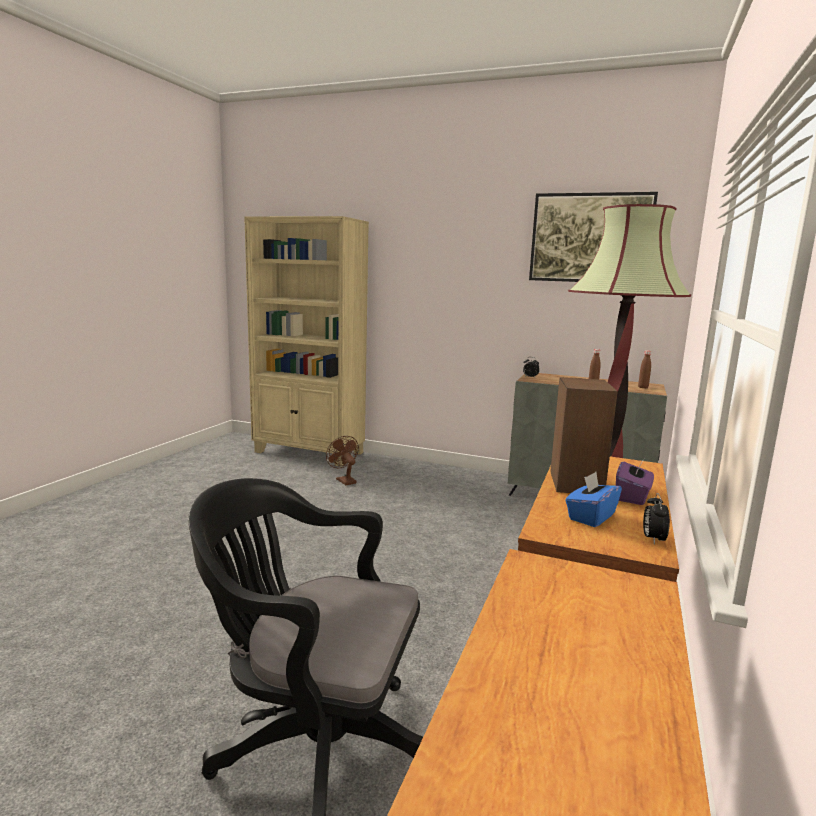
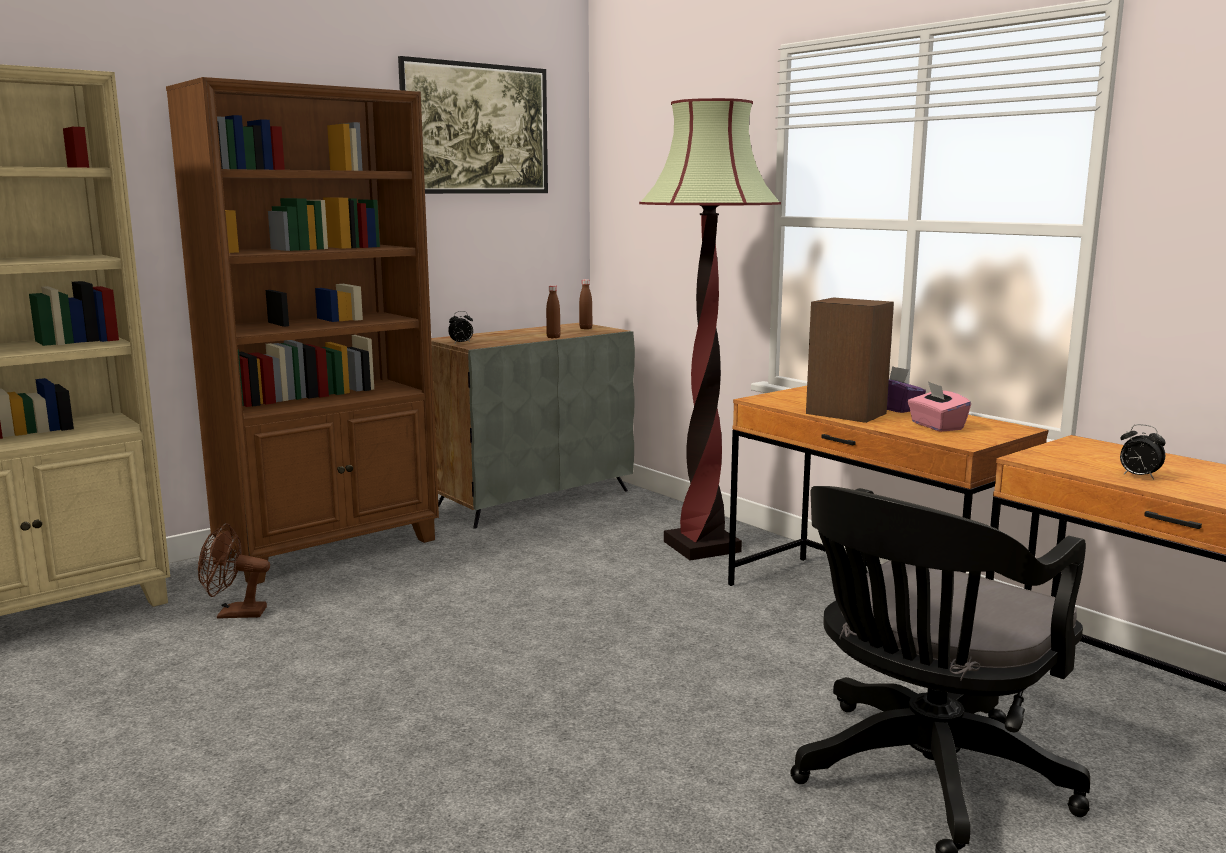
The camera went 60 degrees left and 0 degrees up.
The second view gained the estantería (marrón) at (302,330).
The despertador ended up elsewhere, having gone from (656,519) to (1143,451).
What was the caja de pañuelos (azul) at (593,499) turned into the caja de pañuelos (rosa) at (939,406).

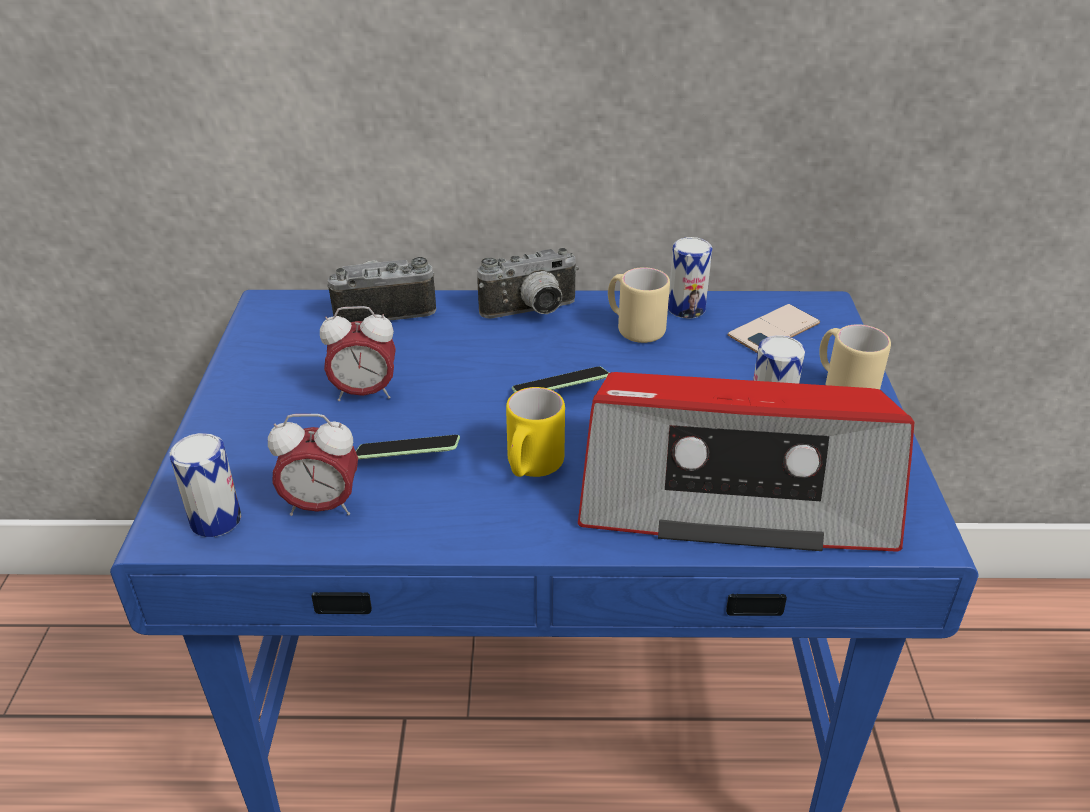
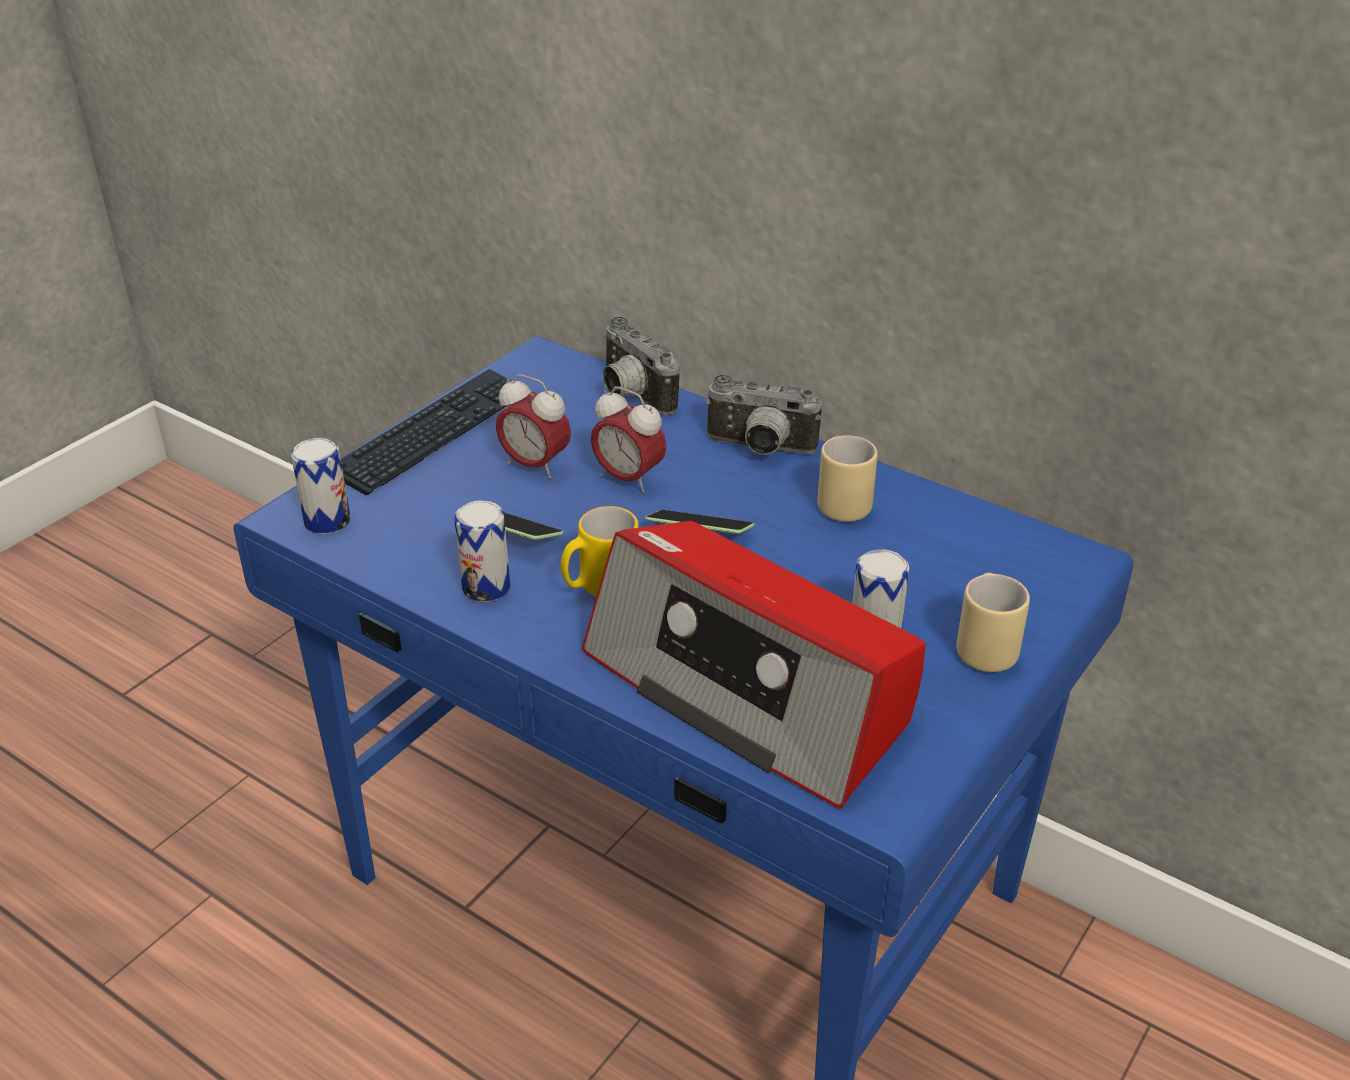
The camera went 35 degrees right and 0 degrees up.
The second view lost the móvil at (774,328).
The second view gained the teclado at (426,432).
The despertador ended up elsewhere, having gone from (313,465) to (629,440).
The lata ended up elsewhere, having gone from (690,278) to (482,551).
The cámara at (381,289) ended up facing another way, 150 degrees counterclockwise from before.

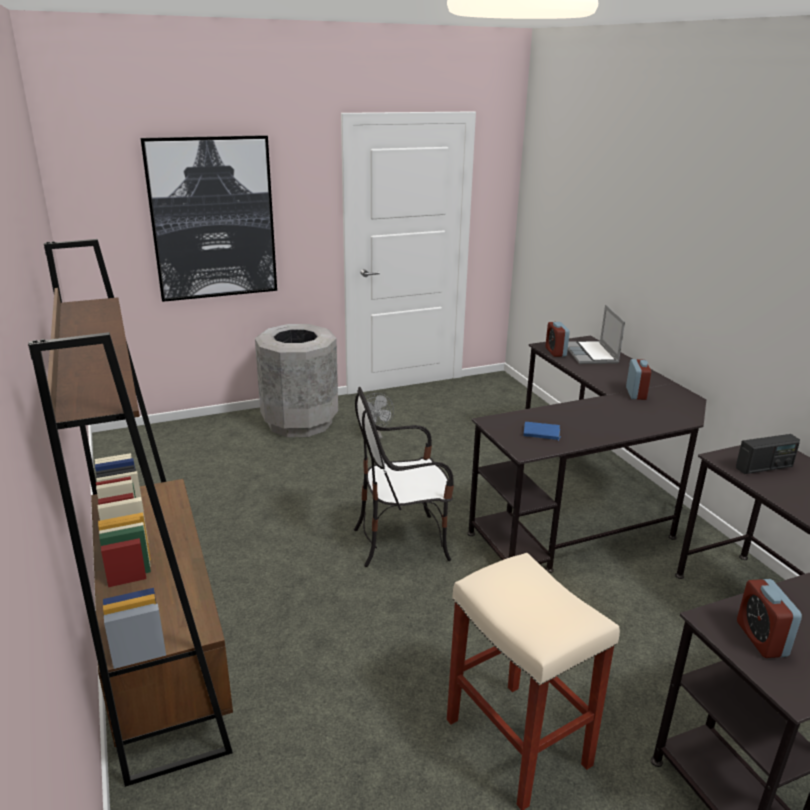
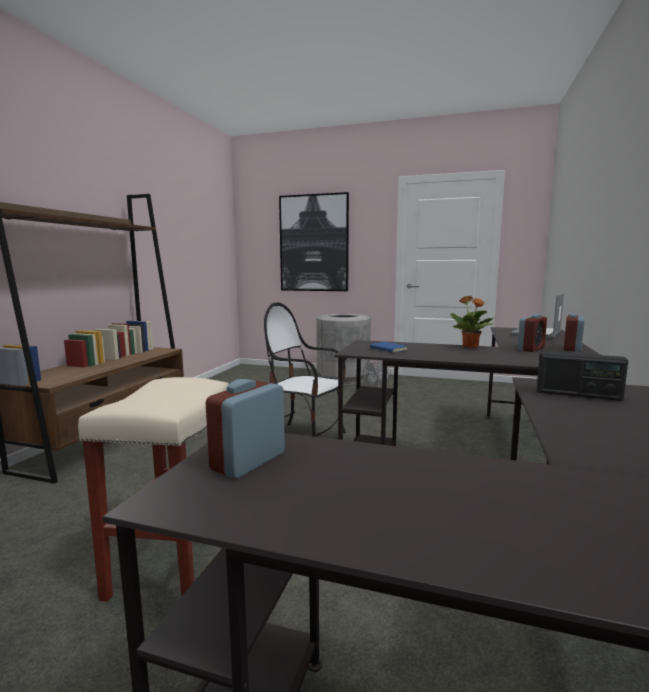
The camera went 40 degrees right and 15 degrees down.
The second view gained the planta en maceta at (473,322).
The despertador ended up elsewhere, having gone from (557,339) to (574,332).

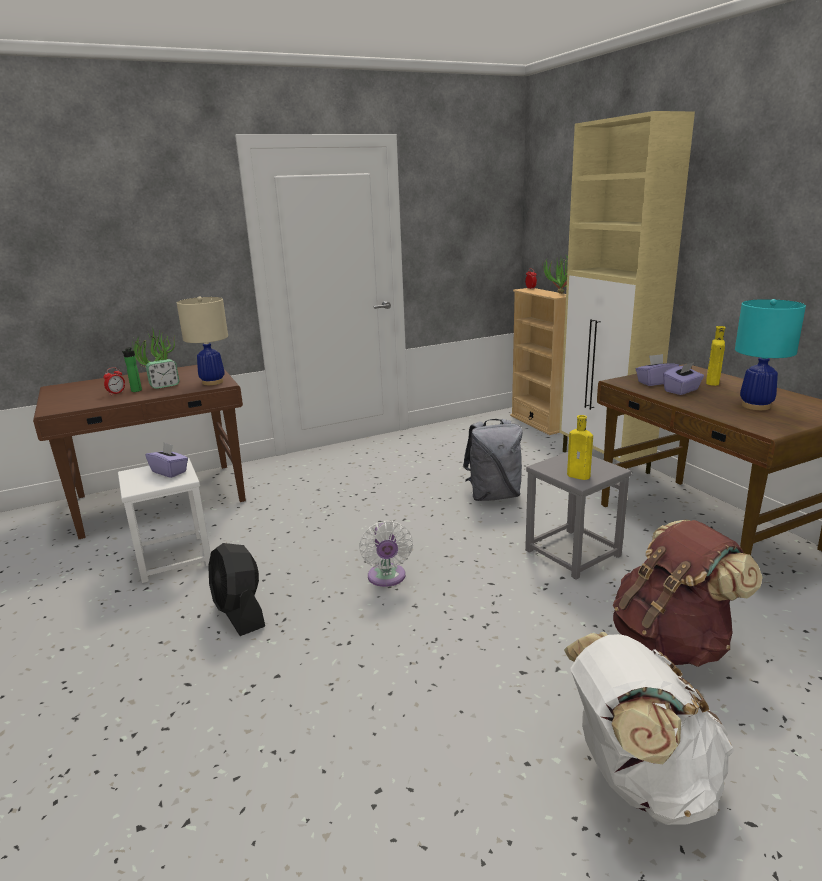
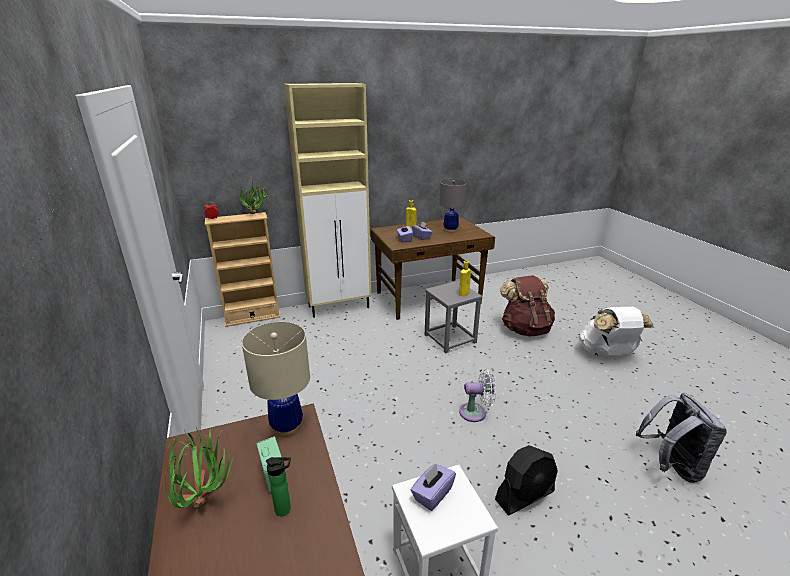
The camera went 85 degrees left and 5 degrees up.
The second view lost the despertador at (114,381).
The mochila (gris) ended up elsewhere, having gone from (492,460) to (681,438).
What was the lámpara de mesa (turquesa) at (770,354) turned into the lámpara de mesa (gris) at (453,205).

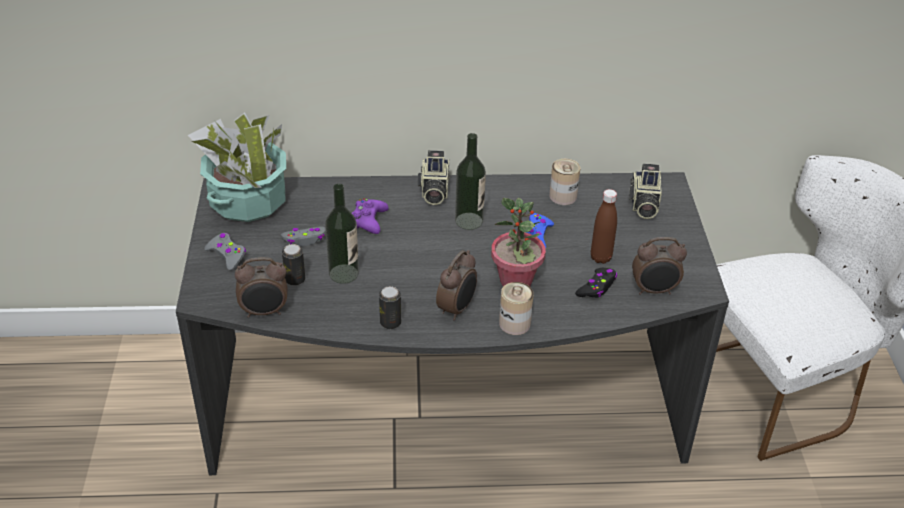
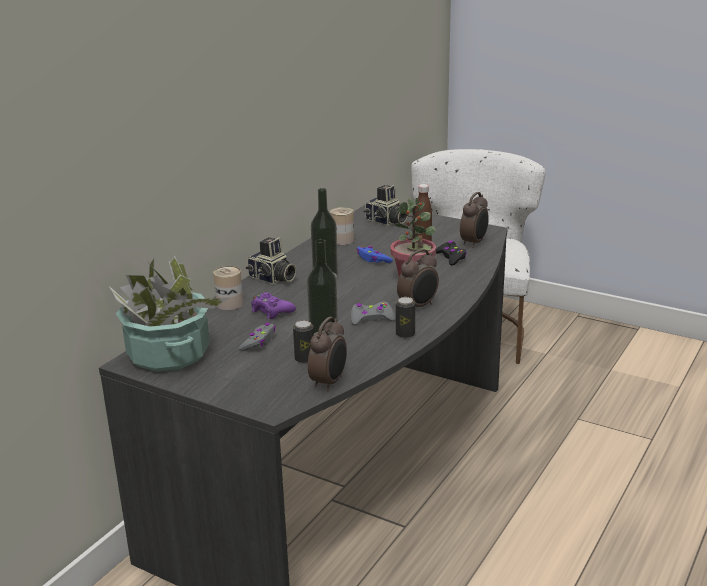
The camera went 55 degrees left and 15 degrees down.
The mando de consola (gris) ended up elsewhere, having gone from (225,252) to (373,313).
The lata ended up elsewhere, having gone from (516,308) to (228,288).
The despertador at (456,285) ended up facing another way, 75 degrees clockwise from before.

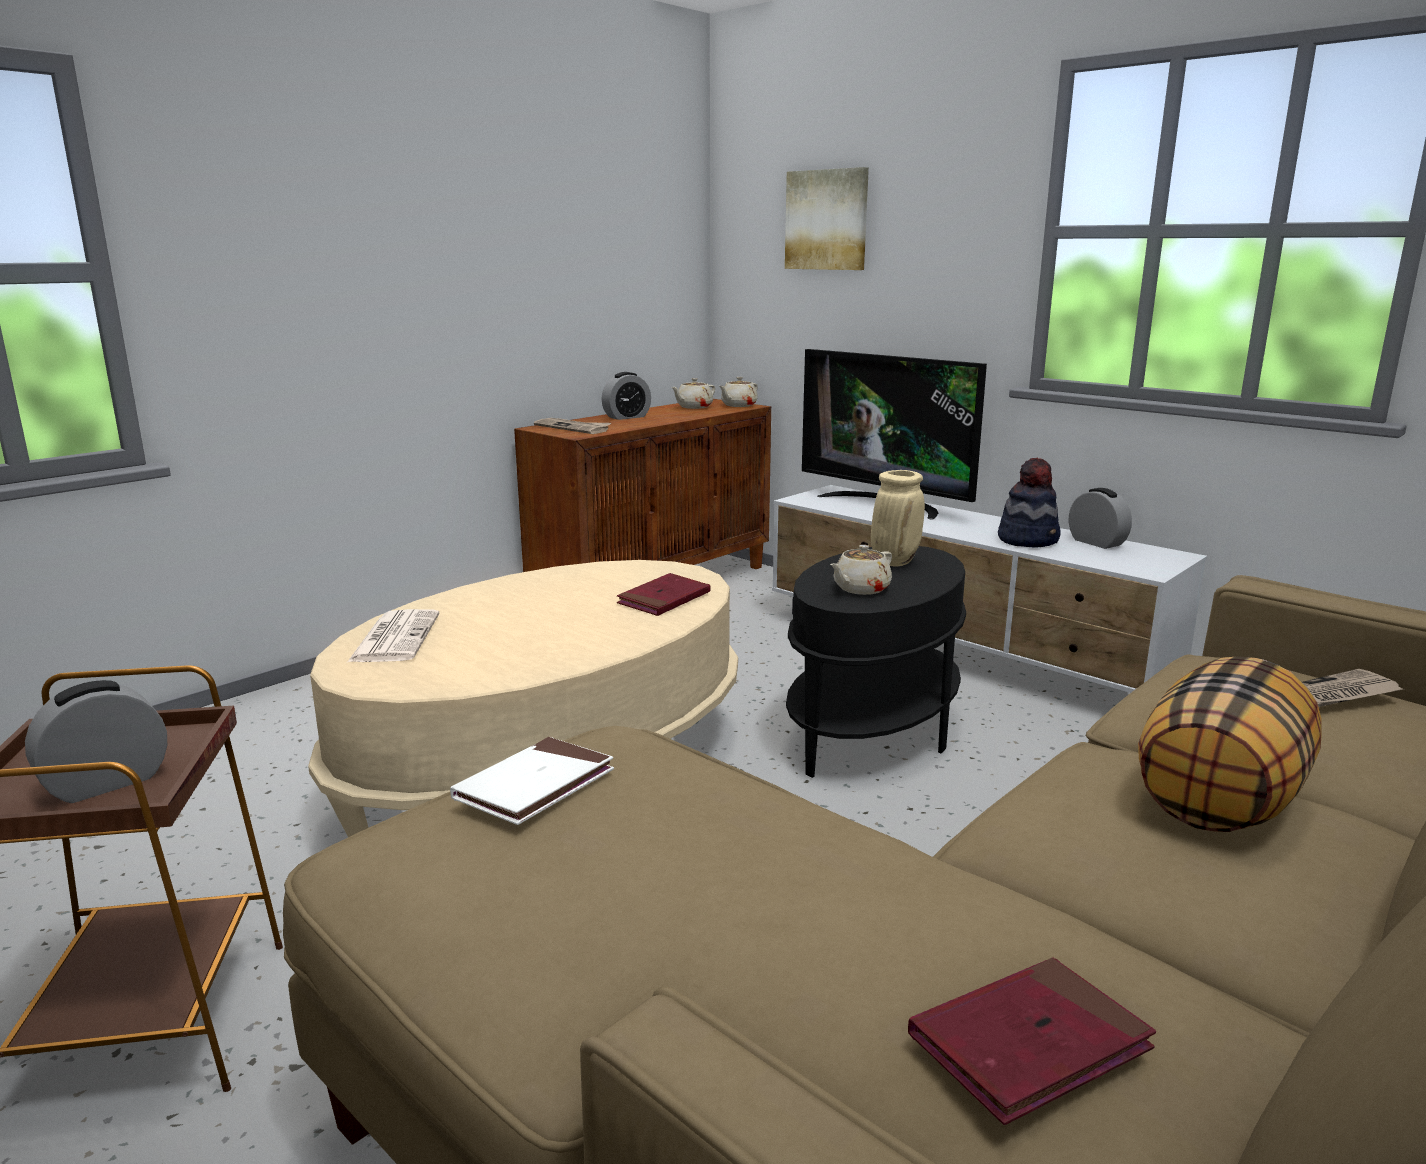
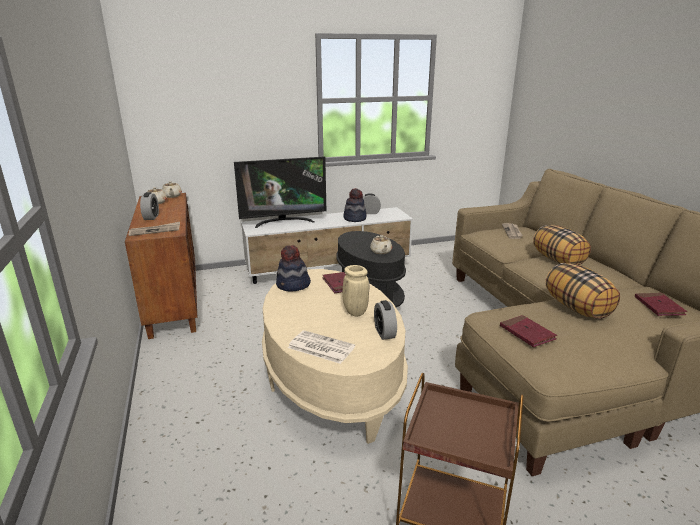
The camera went 60 degrees left and 5 degrees up.
The second view lost the cuadro at (827,218).
The second view gained the sombrero at (293,268).
The second view gained the cojín at (582,291).
The despertador ended up elsewhere, having gone from (96,741) to (385,320).
The florero (beis) ended up elsewhere, having gone from (898,518) to (355,290).
What was the libro (blanco) at (532,781) turned into the libro (rojo) at (528,331).

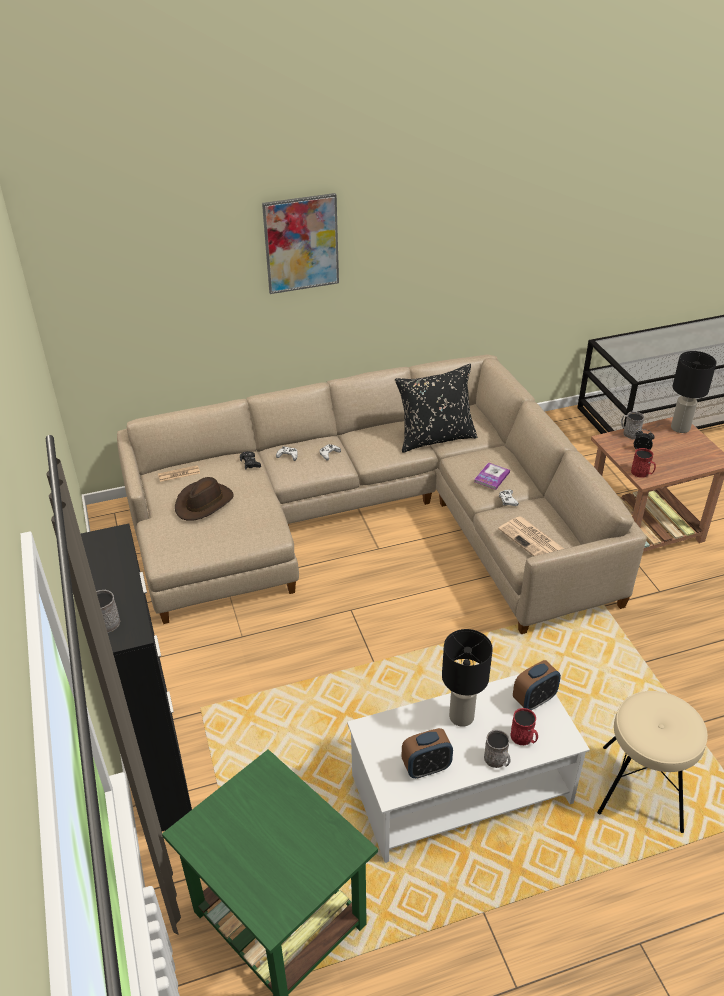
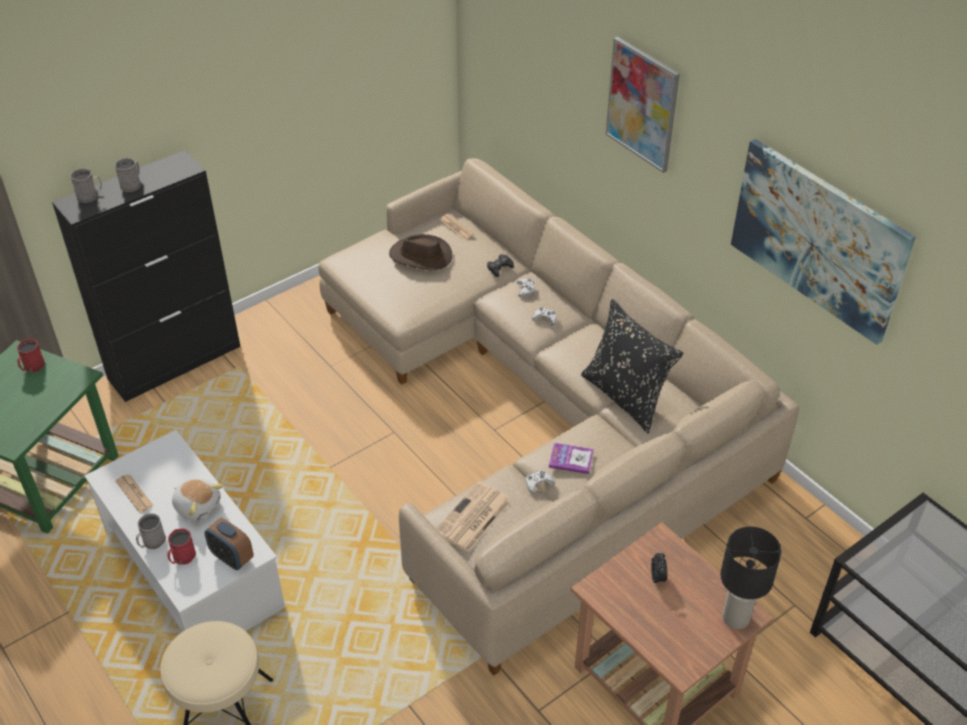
The camera went 70 degrees right and 5 degrees up.
The second view gained the cuadro at (823,242).
The taza grande (gris) ended up elsewhere, having gone from (632,425) to (128,175).
The taza grande (rojo) ended up elsewhere, having gone from (643,463) to (31,355).
Where the despertador stood at (427,753), the periódico came to stand at (135,494).
Where the lámpara de mesa (negro) stood at (467,678), the peluche came to stand at (198,499).

